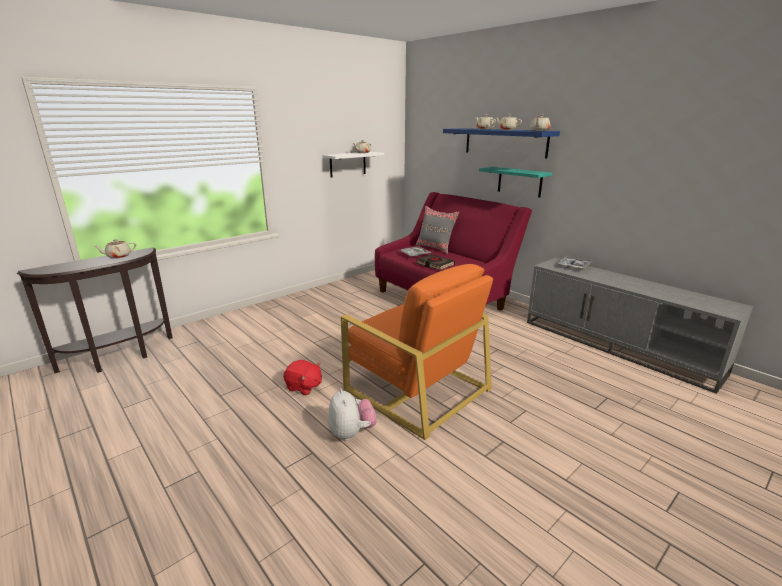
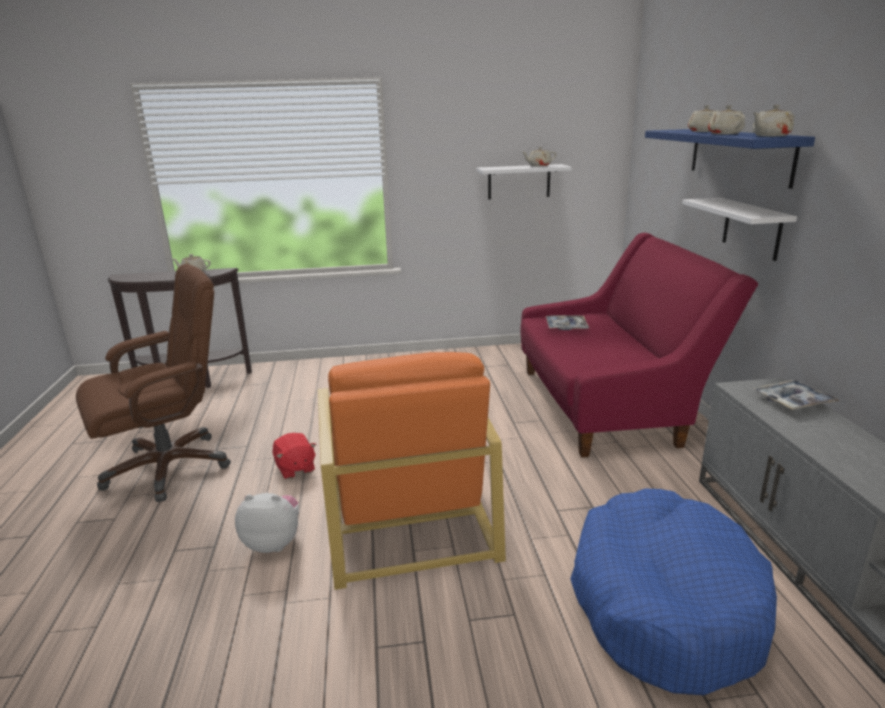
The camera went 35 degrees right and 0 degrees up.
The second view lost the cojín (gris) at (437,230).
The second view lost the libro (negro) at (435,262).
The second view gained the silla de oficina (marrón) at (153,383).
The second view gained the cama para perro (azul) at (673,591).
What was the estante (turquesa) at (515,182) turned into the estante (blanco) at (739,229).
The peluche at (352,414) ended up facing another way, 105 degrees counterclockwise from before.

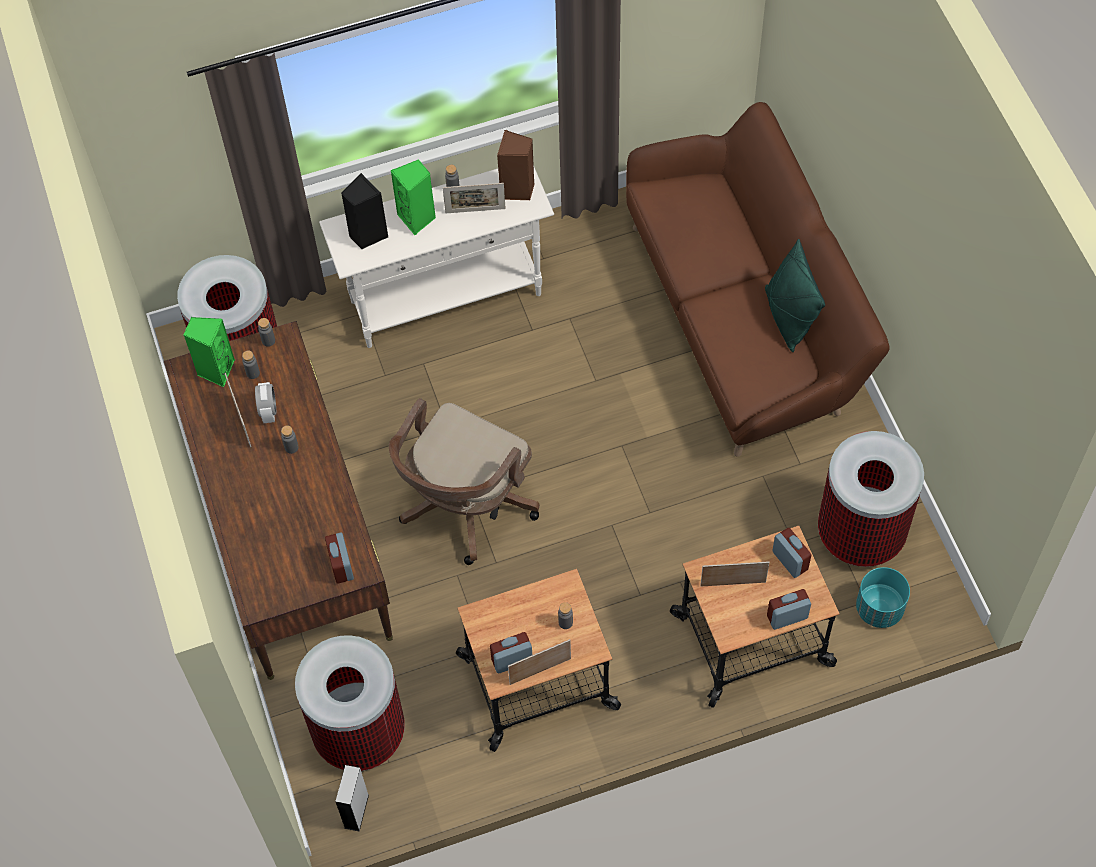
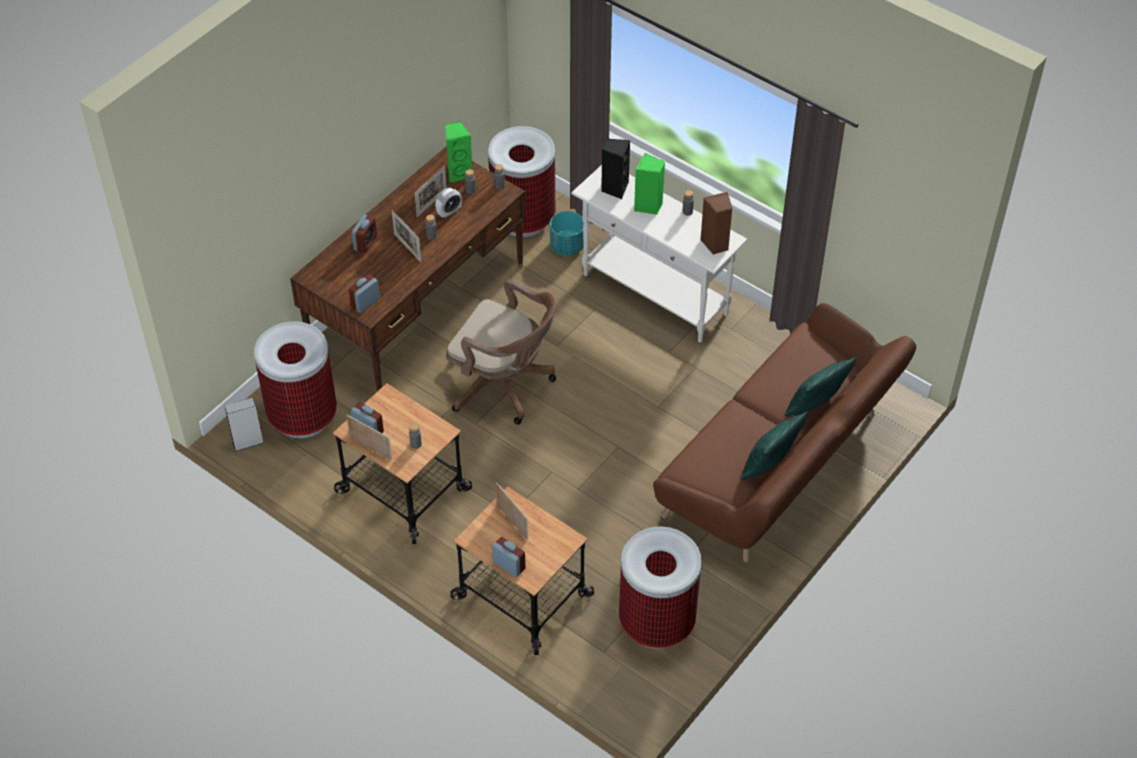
The camera went 55 degrees right and 10 degrees down.
The second view gained the cojín (verde) at (821,387).
The portarretratos ended up elsewhere, having gone from (474,198) to (406,236).
The despertador ended up elsewhere, having gone from (791,553) to (364,233).
The maceta (turquesa) ended up elsewhere, having gone from (883,597) to (567,233).
The silla de oficina (marrón) at (464,481) ended up facing another way, 150 degrees counterclockwise from before.

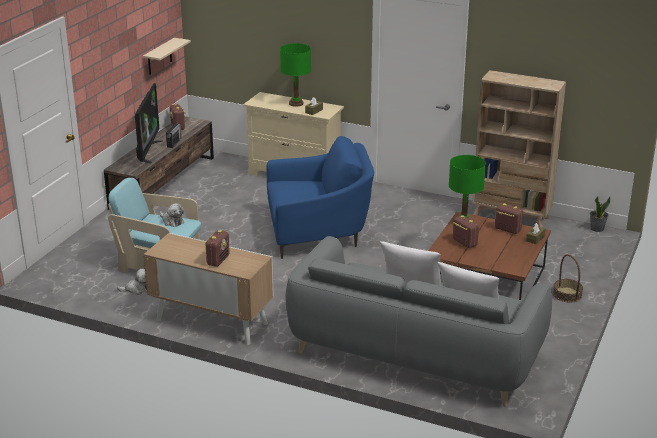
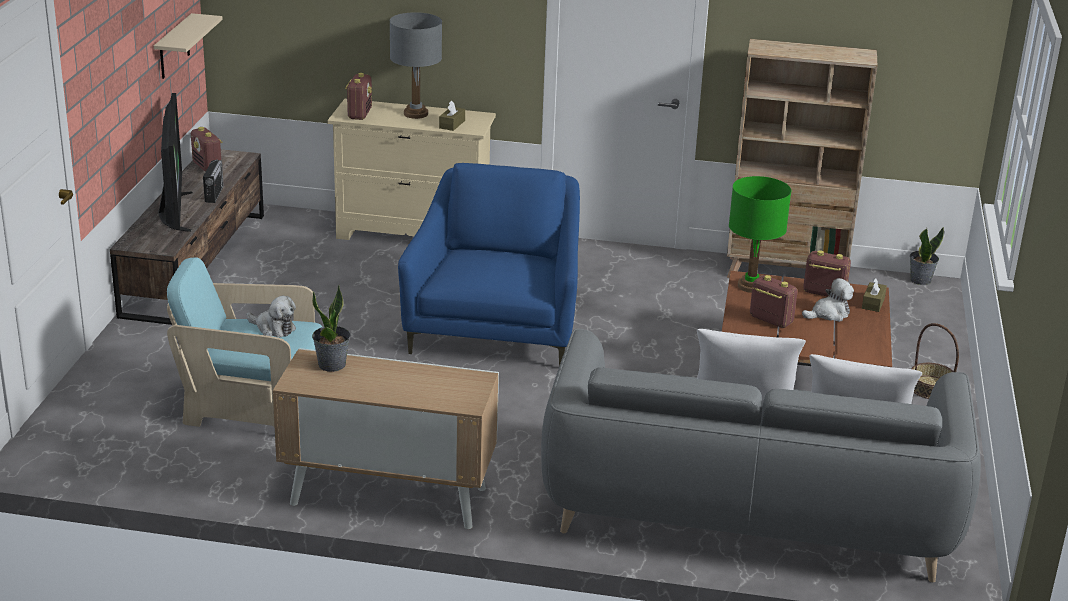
The camera went 15 degrees left and 0 degrees up.
The second view gained the planta en maceta at (331,328).
The peluche ended up elsewhere, having gone from (132,281) to (828,300).
The radio ended up elsewhere, having gone from (217,248) to (358,96).
What was the lámpara de mesa (verde) at (295,75) turned into the lámpara de mesa (gris) at (416,65).
The sillón (azul) at (320,197) ended up facing another way, 60 degrees counterclockwise from before.

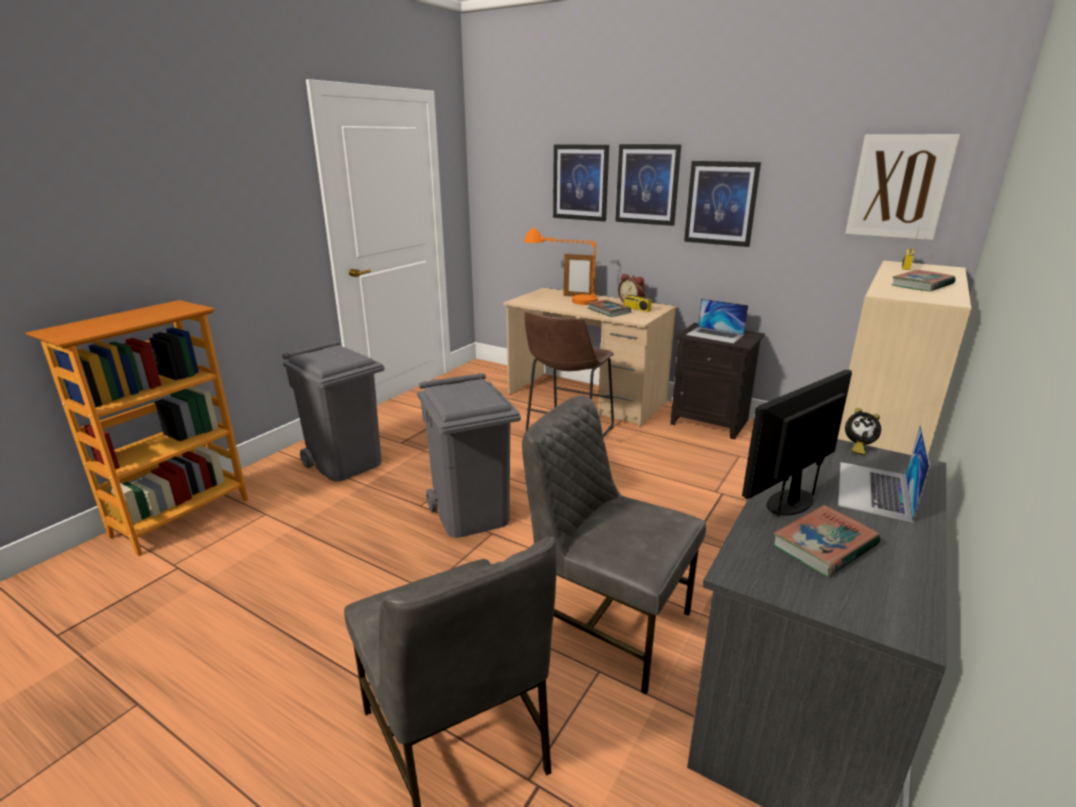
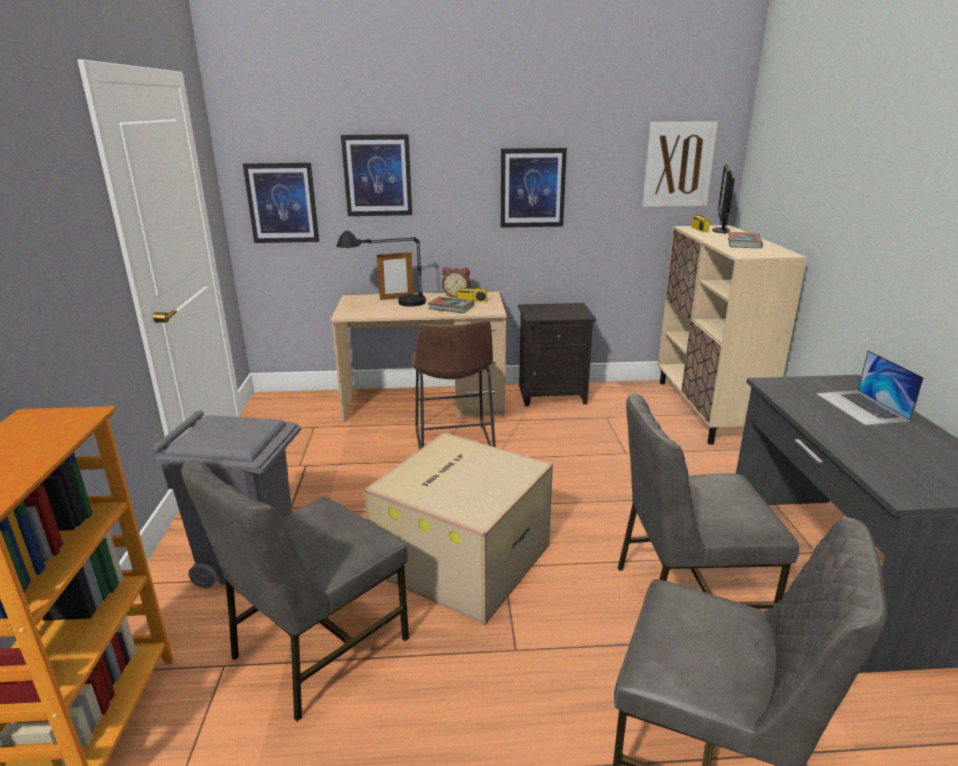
The camera went 35 degrees left and 0 degrees up.
The second view lost the portátil at (717,321).
The second view lost the libro at (826,541).
The second view lost the despertador at (863,431).
The second view gained the silla (gris) at (295,590).
The cuadro ended up elsewhere, having gone from (648,185) to (281,203).
The monitor ended up elsewhere, having gone from (797,443) to (723,199).
Where the papelera (gris) stood at (469,455), the caja de cartón came to stand at (458,528).
What was the lámpara de mesa (naranja) at (560,266) turned into the lámpara de mesa (negro) at (381,269).

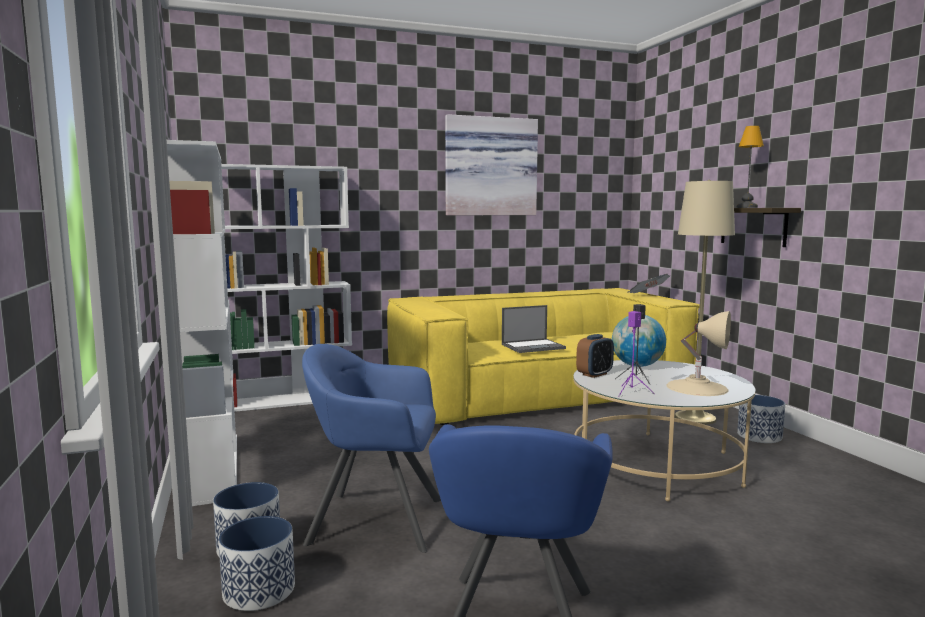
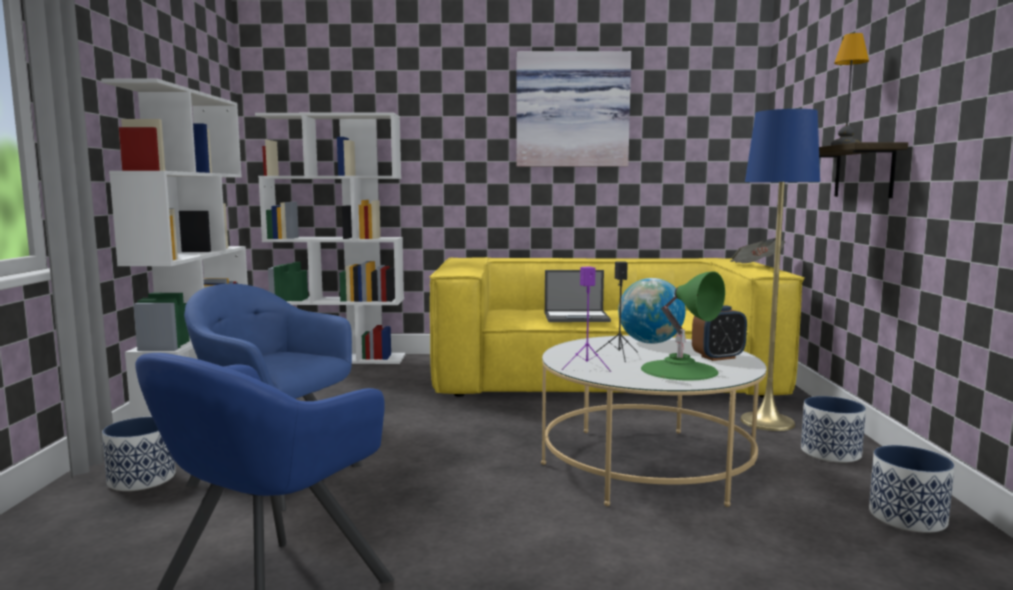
The camera went 20 degrees right and 0 degrees up.
The maceta ended up elsewhere, having gone from (257,563) to (911,489).
The despertador ended up elsewhere, having gone from (595,356) to (719,333).
What was the lámpara de mesa (beis) at (698,353) turned into the lámpara de mesa (verde) at (683,325).
What was the lámpara de pie (beis) at (704,302) turned into the lámpara de pie (azul) at (780,270).

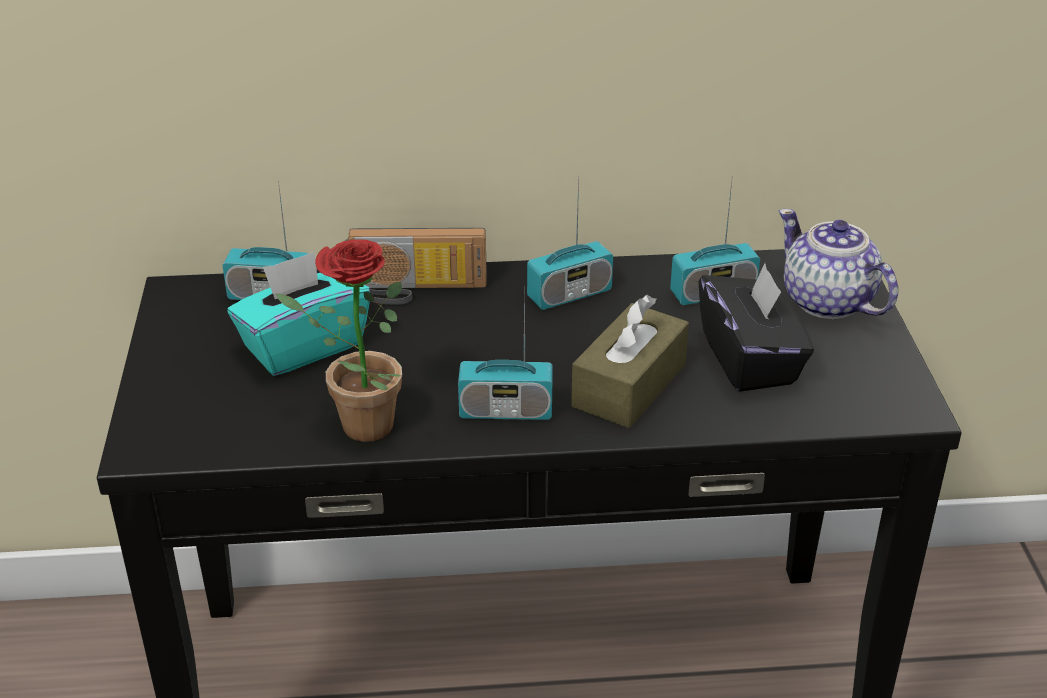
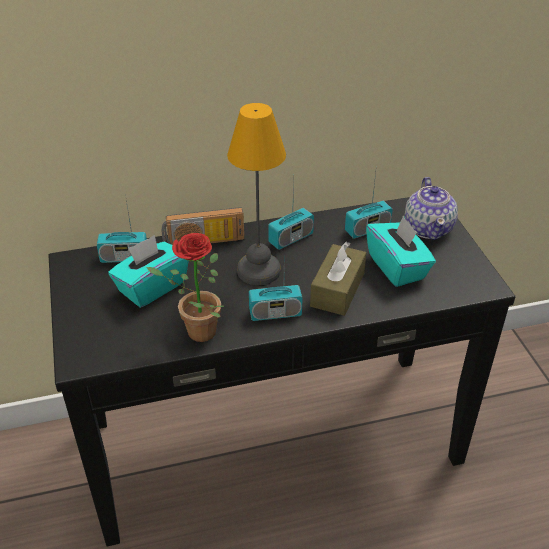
The camera went 10 degrees left and 5 degrees up.
The second view gained the lámpara de mesa at (256,194).
What was the caja de pañuelos (negro) at (756,327) turned into the caja de pañuelos (turquesa) at (401,251).
The tetera at (838,264) ended up facing another way, 135 degrees counterclockwise from before.

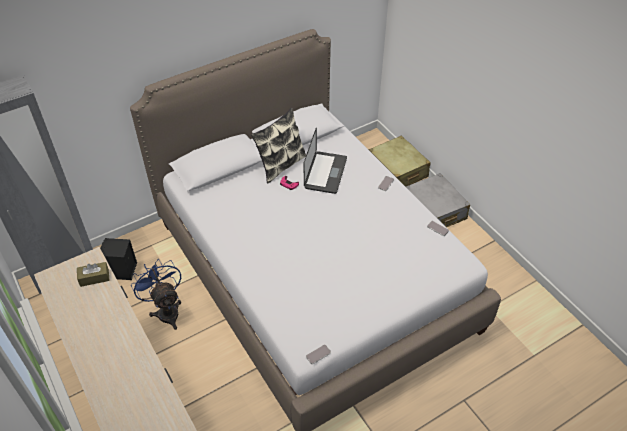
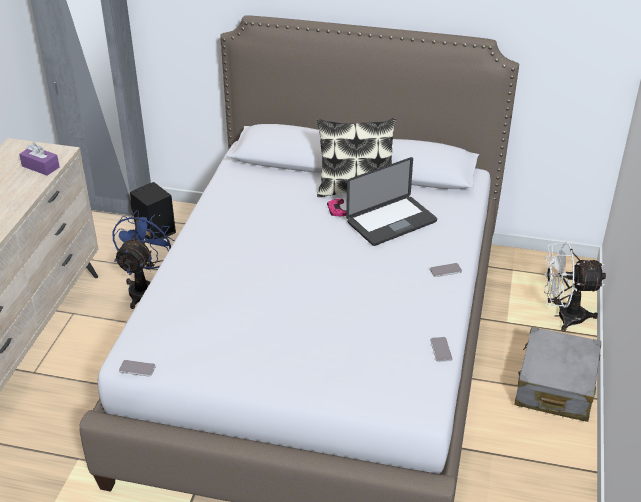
The camera went 45 degrees right and 10 degrees down.
Where the maleta (beis) stood at (400,161), the ventilador (blanco) came to stand at (574,287).
What was the caja de pañuelos (marrón) at (93,274) turned into the caja de pañuelos (morado) at (39,159).

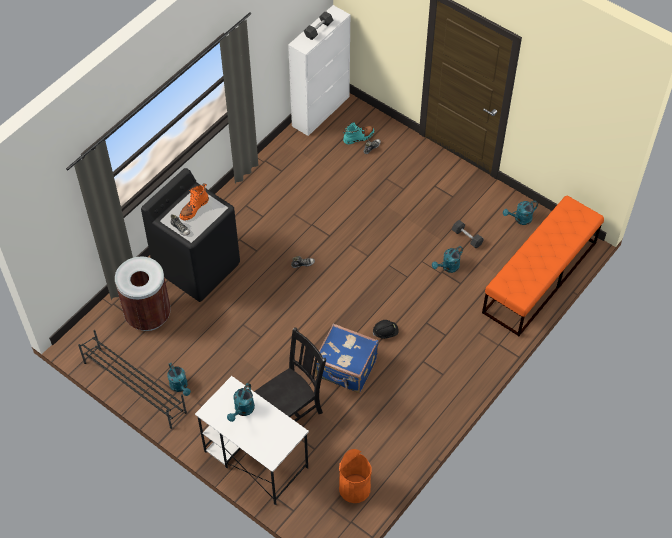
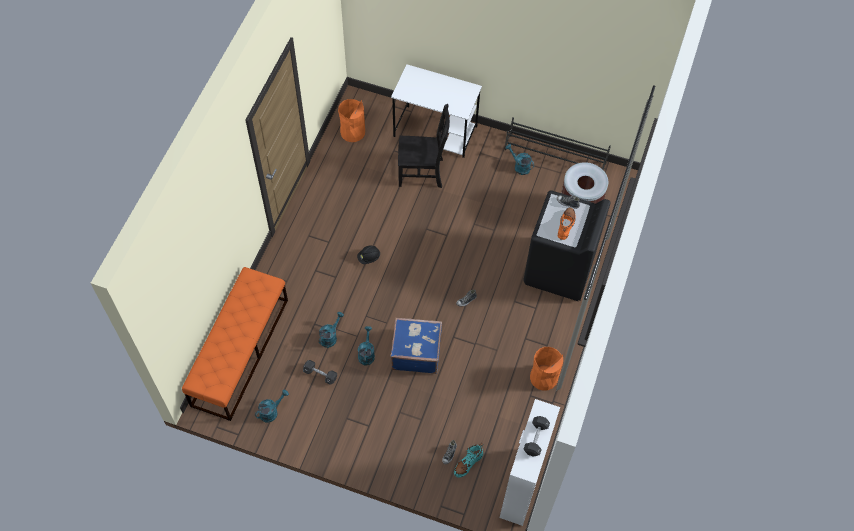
The camera went 160 degrees right and 5 degrees up.
The second view gained the papelera (naranja) at (546,369).
The regadera (turquesa) ended up elsewhere, having gone from (241,402) to (366,346).
The maleta (azul) ended up elsewhere, having gone from (346,358) to (416,345).
The silla (negro) at (290,374) ended up facing another way, 120 degrees counterclockwise from before.

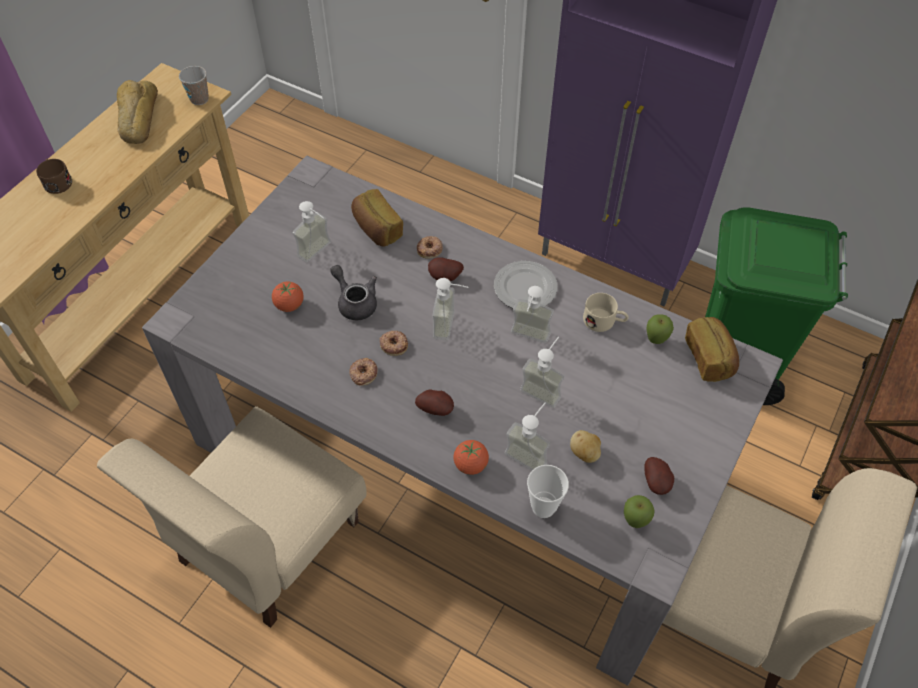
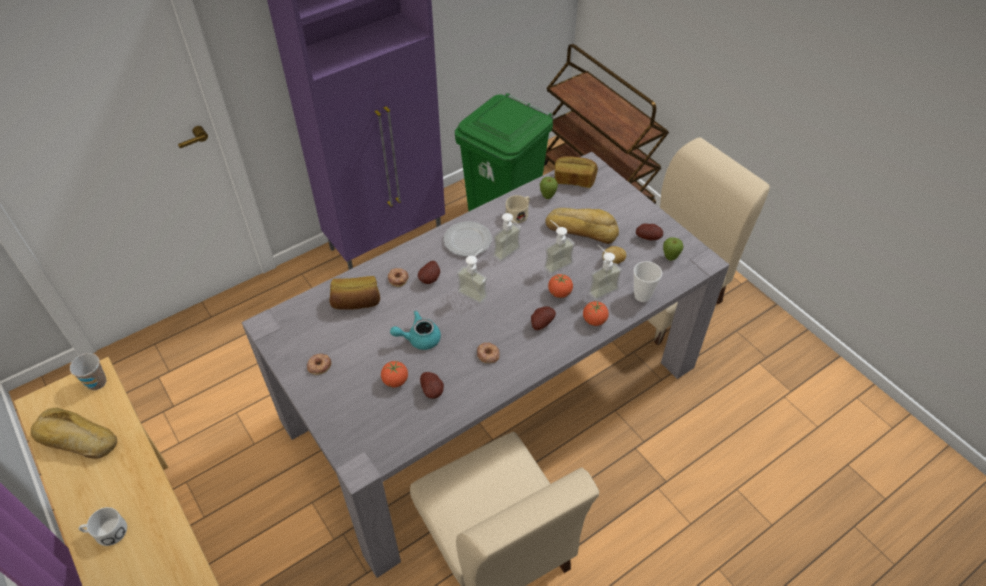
The camera went 65 degrees left and 5 degrees down.
The second view lost the dispensador de jabón at (311,232).
The second view gained the patata at (432,385).
The second view gained the pan at (582,226).
The second view gained the tomate at (560,286).
The rosquilla ended up elsewhere, having gone from (394,343) to (319,364).
What was the taza grande (marrón) at (54,176) turned into the taza grande (blanco) at (103,526).
What was the tetera (gris) at (353,292) turned into the tetera (turquesa) at (415,330).

